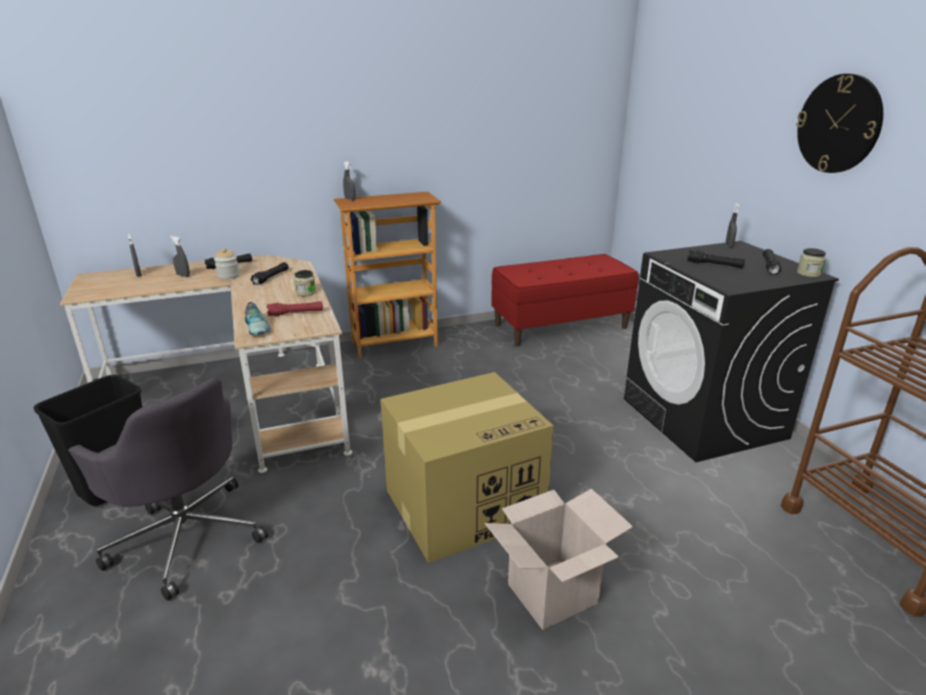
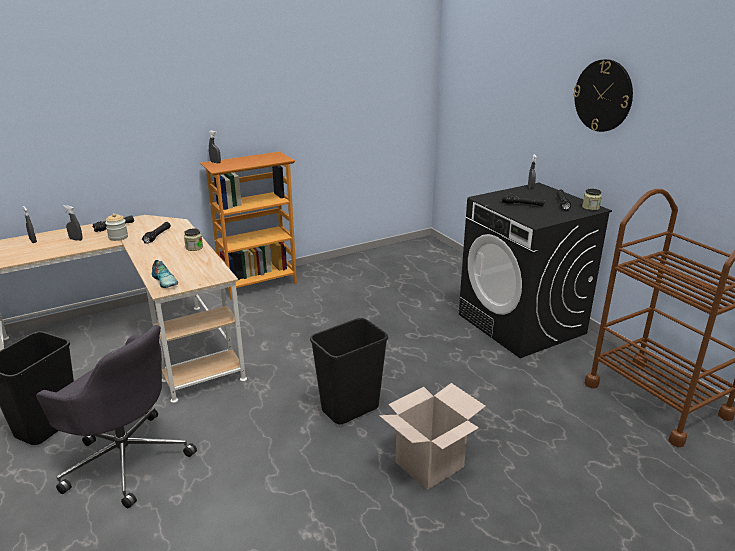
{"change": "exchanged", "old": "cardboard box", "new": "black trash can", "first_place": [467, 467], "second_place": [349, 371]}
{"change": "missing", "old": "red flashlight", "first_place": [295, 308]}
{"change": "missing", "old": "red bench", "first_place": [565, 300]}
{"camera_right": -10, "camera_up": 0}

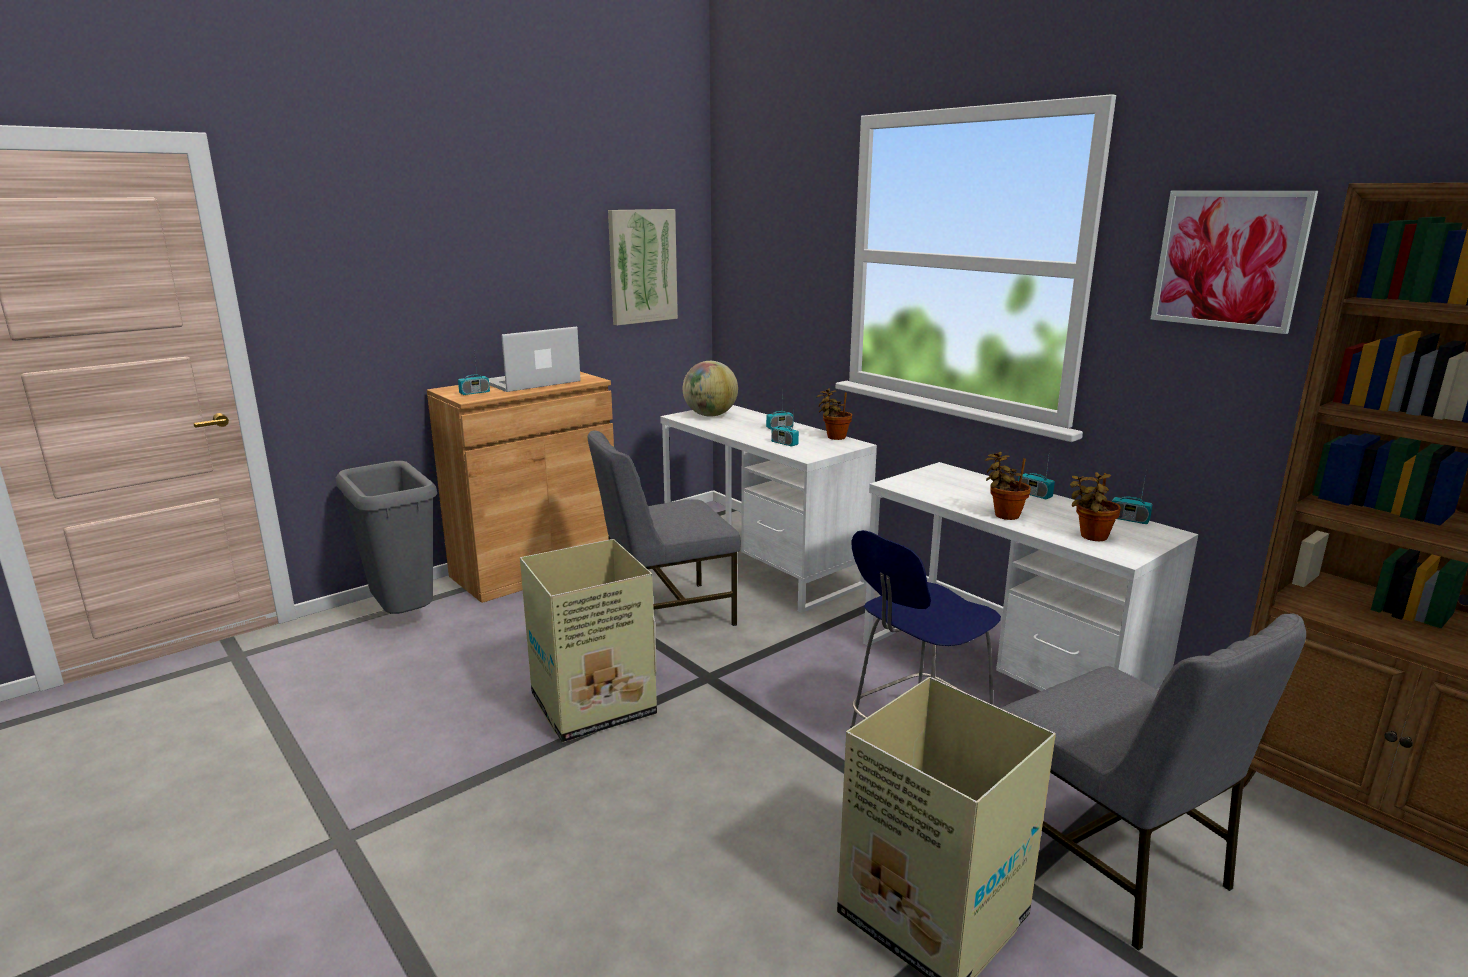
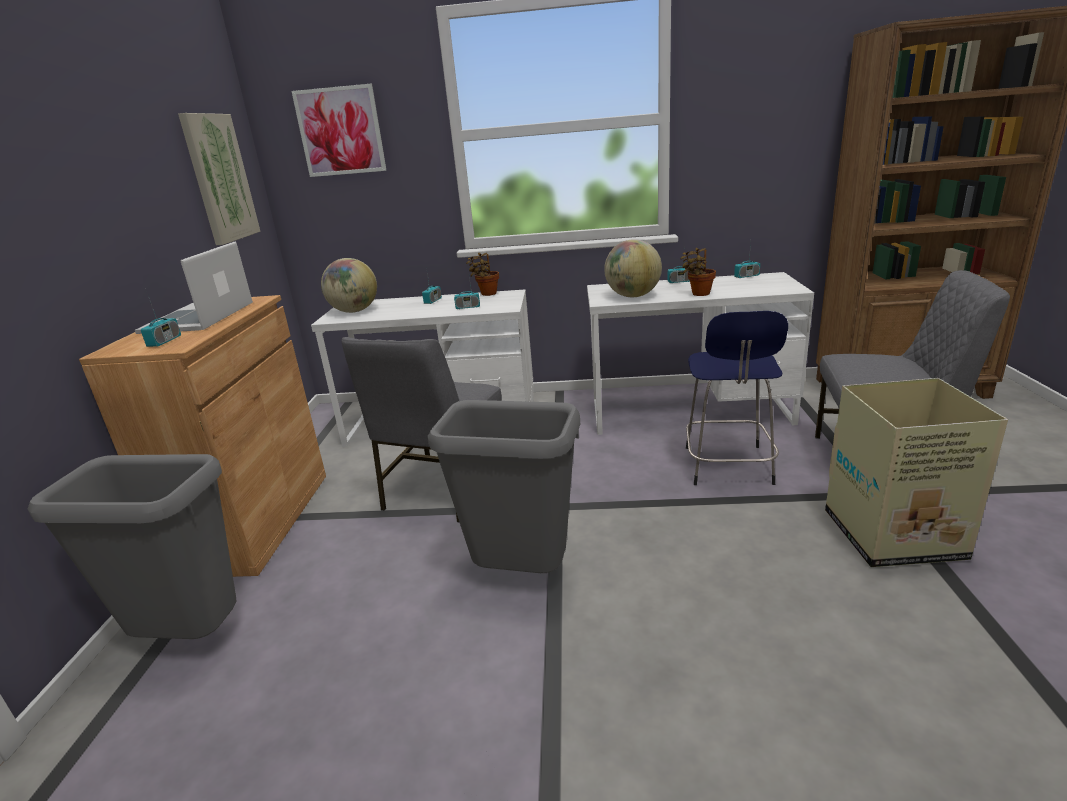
{"change": "relocated", "old": "picture", "first_place": [1234, 262], "second_place": [339, 130]}
{"change": "exchanged", "old": "cardboard box", "new": "grey trash can", "first_place": [588, 641], "second_place": [503, 486]}
{"change": "appeared", "new": "globe", "second_place": [633, 268]}
{"change": "missing", "old": "potted plant", "first_place": [1095, 506]}
{"camera_right": -45, "camera_up": 5}

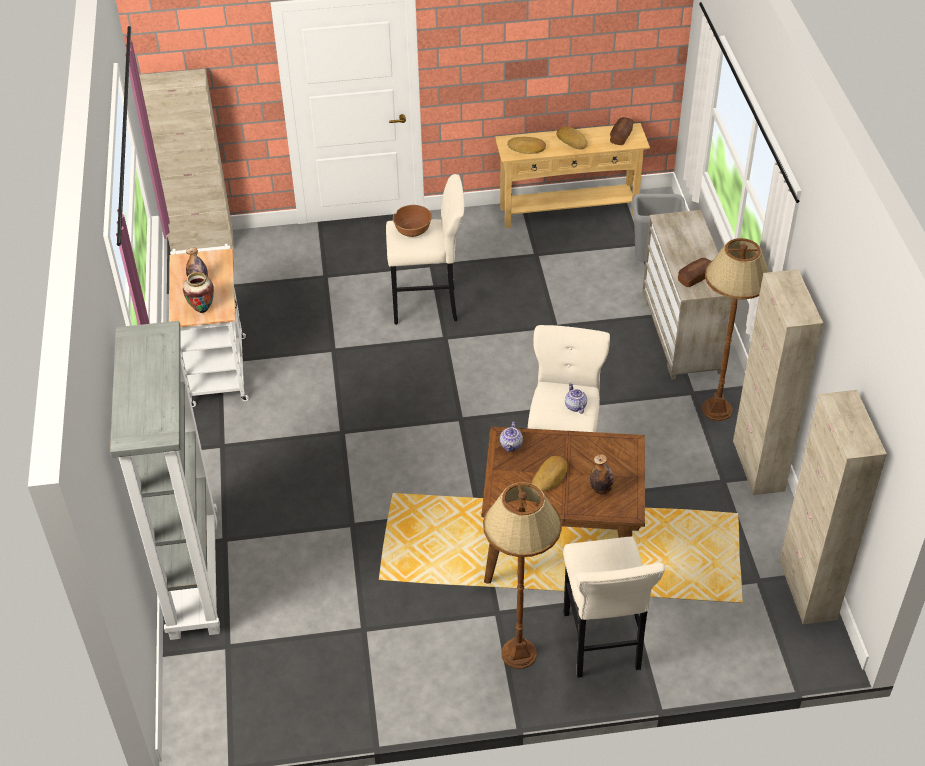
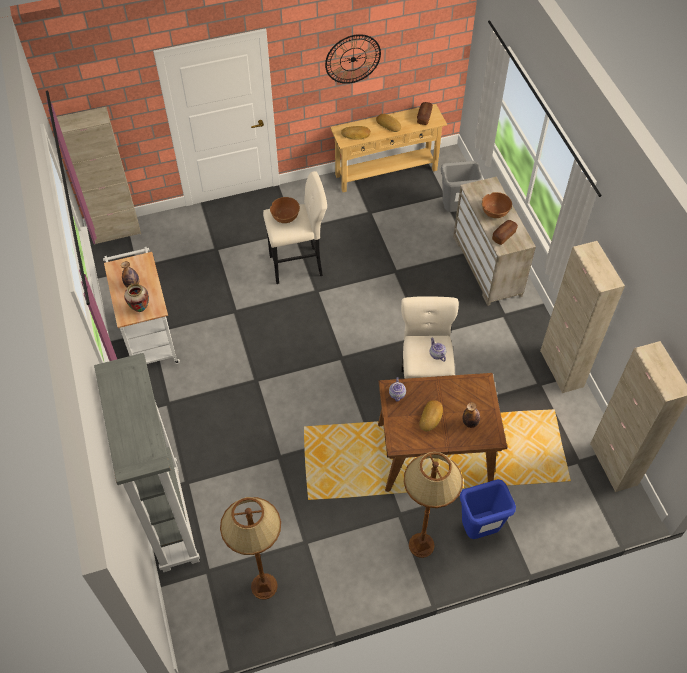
{"change": "relocated", "old": "brown floor lamp", "first_place": [735, 329], "second_place": [250, 548]}
{"change": "appeared", "new": "wall clock", "second_place": [353, 59]}
{"change": "exchanged", "old": "beige stool", "new": "blue trash can", "first_place": [614, 607], "second_place": [488, 509]}
{"change": "appeared", "new": "brown bowl", "second_place": [497, 205]}
{"camera_right": -10, "camera_up": 10}

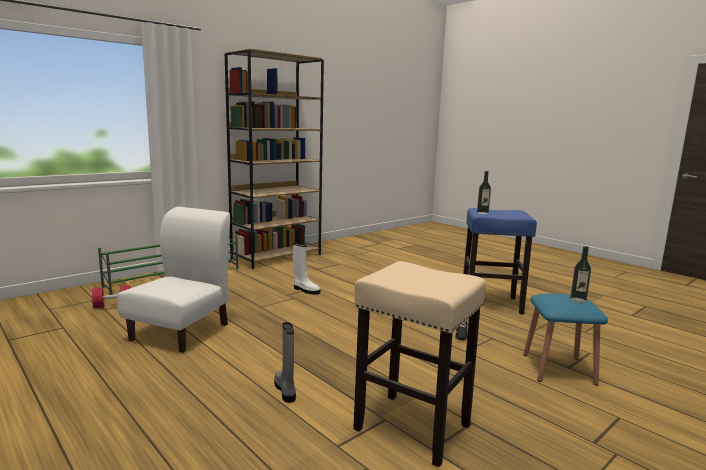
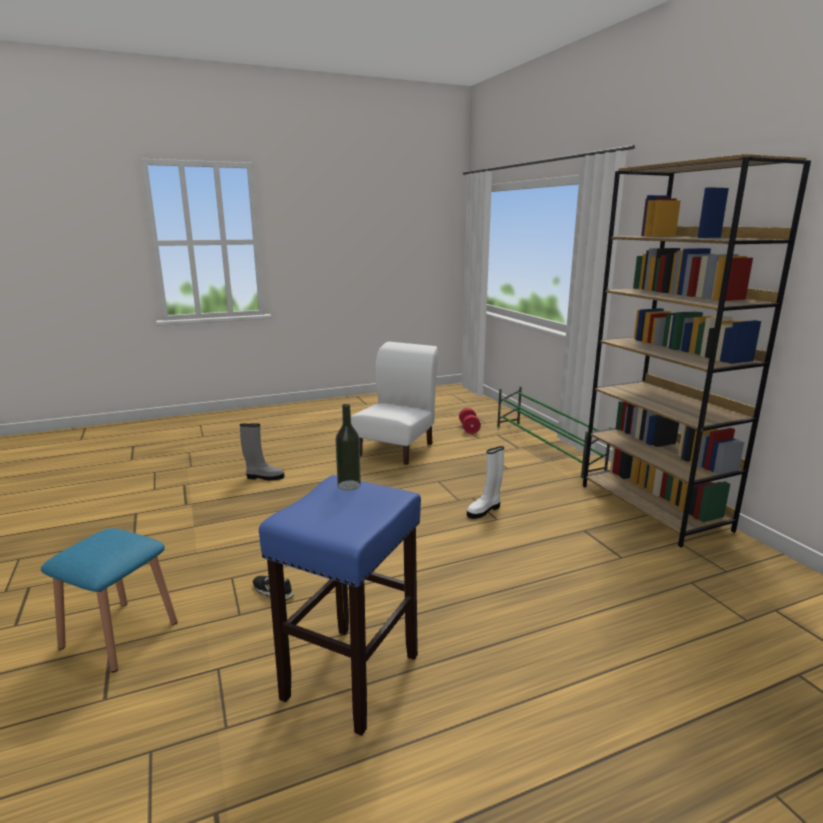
{"change": "spun", "old": "white chair", "first_place": [173, 280], "second_place": [394, 403], "degrees": -105}
{"change": "missing", "old": "beige stool", "first_place": [419, 364]}
{"change": "missing", "old": "bottle", "first_place": [580, 274]}
{"camera_right": 110, "camera_up": 5}

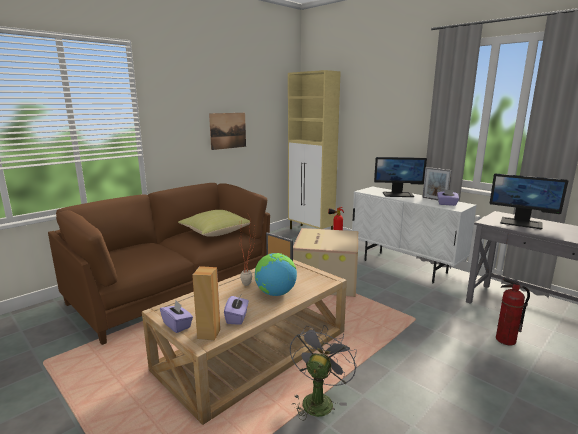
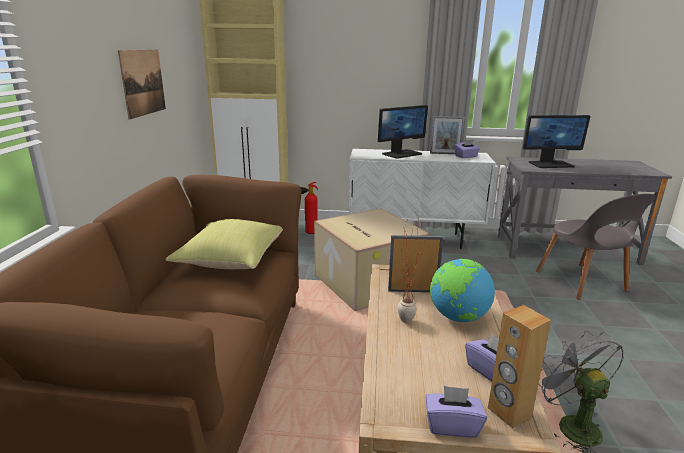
{"change": "exchanged", "old": "fire extinguisher", "new": "grey chair", "first_place": [513, 311], "second_place": [595, 247]}
{"camera_right": -40, "camera_up": 5}

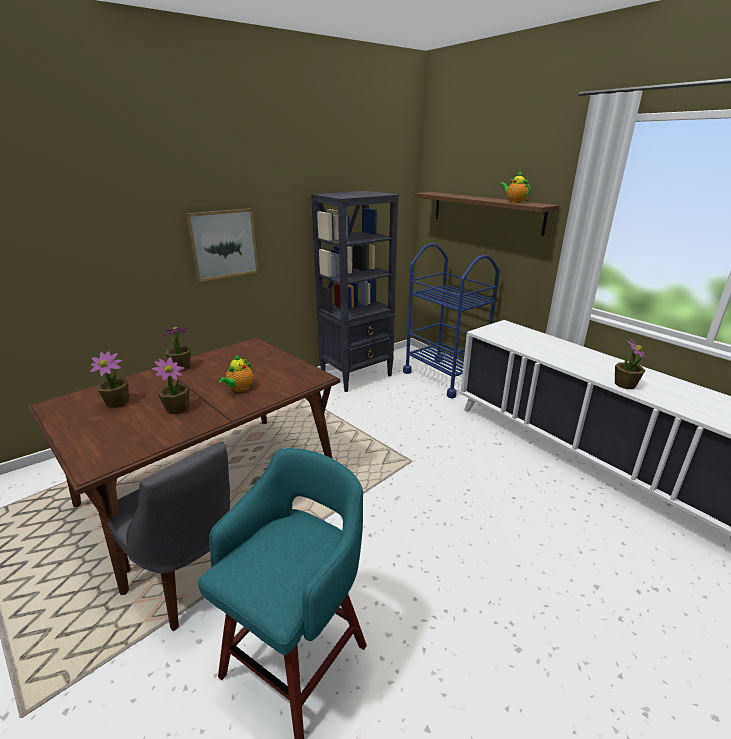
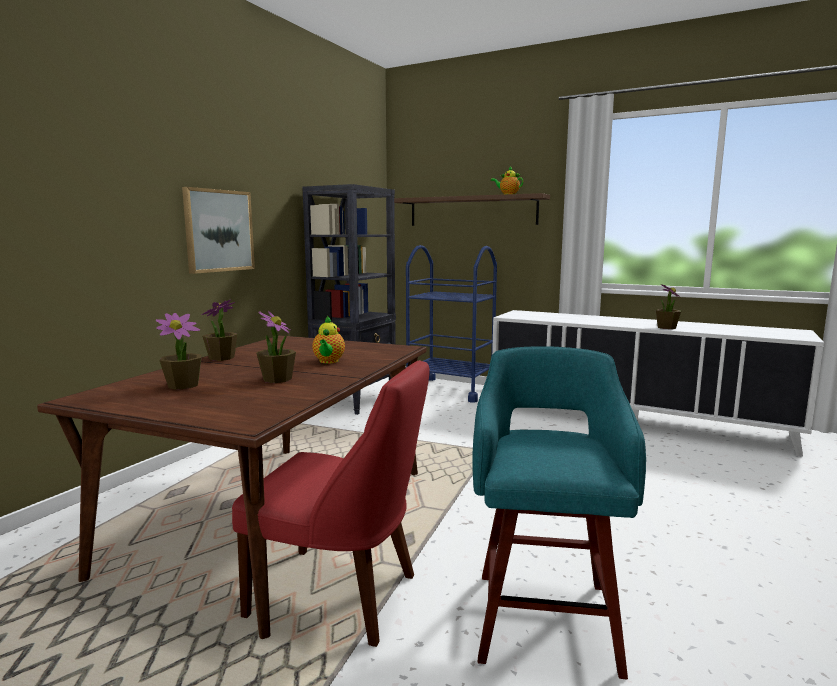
{"change": "colour", "old": "grey chair", "new": "red chair", "first_place": [169, 536], "second_place": [331, 503]}
{"camera_right": -25, "camera_up": -15}

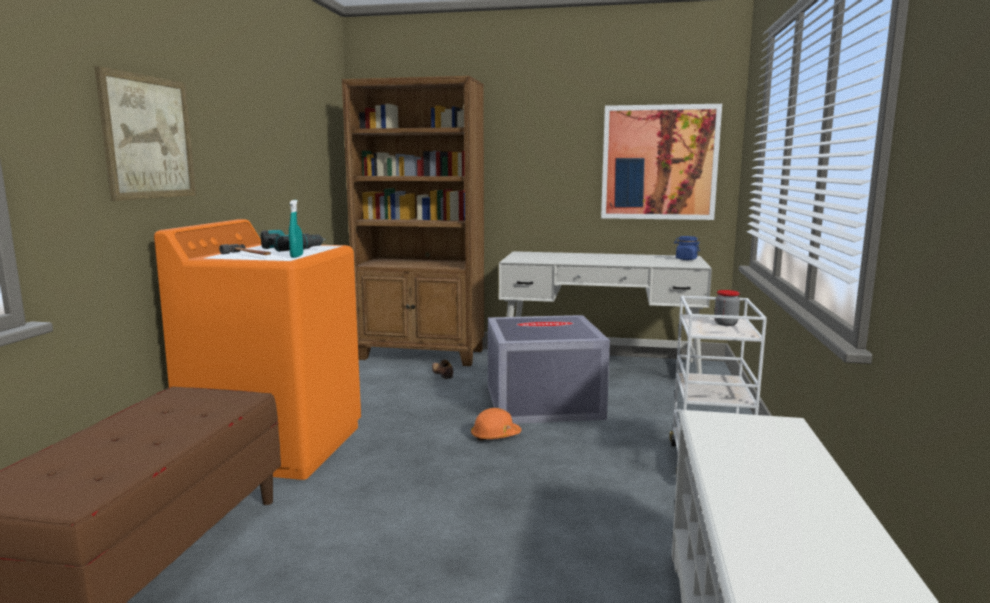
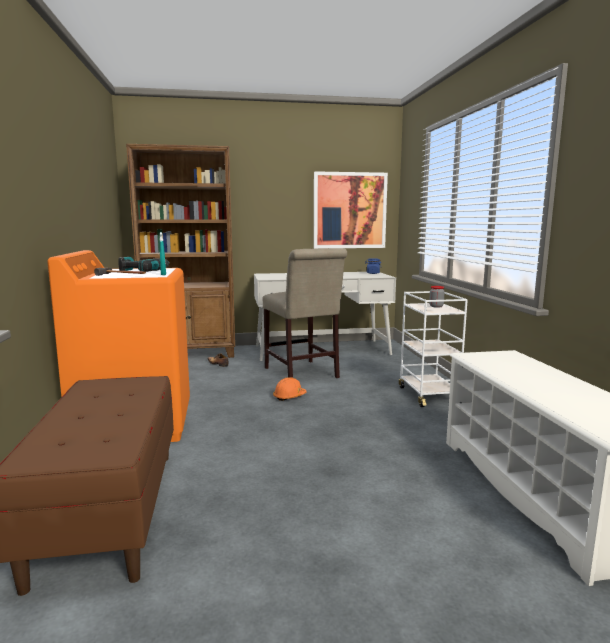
{"change": "exchanged", "old": "grey storage box", "new": "beige chair", "first_place": [549, 369], "second_place": [305, 313]}
{"change": "missing", "old": "picture", "first_place": [145, 133]}
{"camera_right": -20, "camera_up": 0}

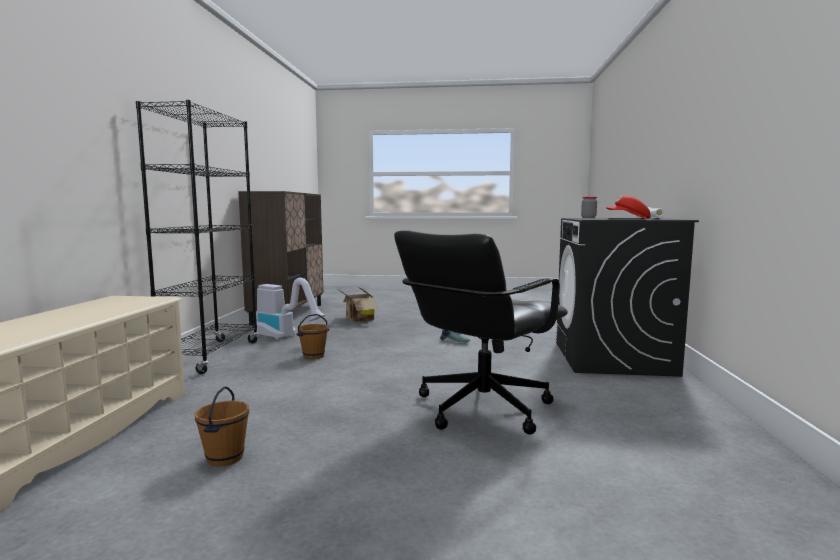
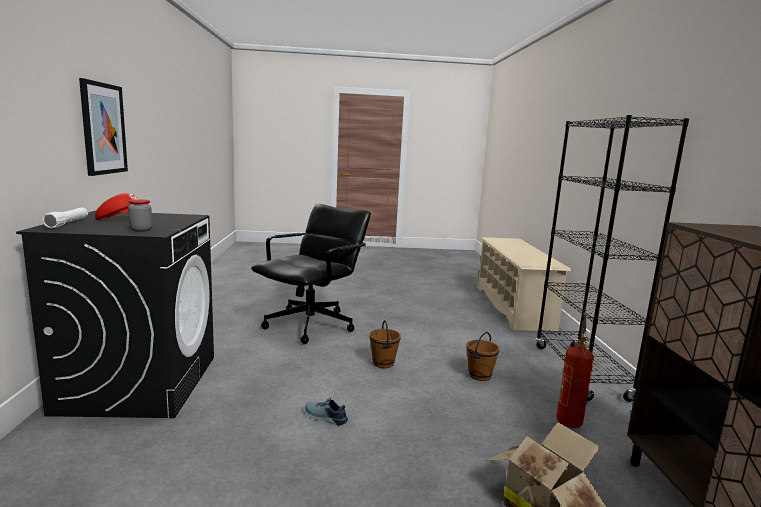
{"change": "appeared", "new": "picture", "second_place": [103, 127]}
{"change": "relocated", "old": "brown bucket", "first_place": [221, 426], "second_place": [385, 344]}
{"change": "exchanged", "old": "vacuum cleaner", "new": "fire extinguisher", "first_place": [291, 309], "second_place": [575, 370]}
{"camera_right": 170, "camera_up": 5}

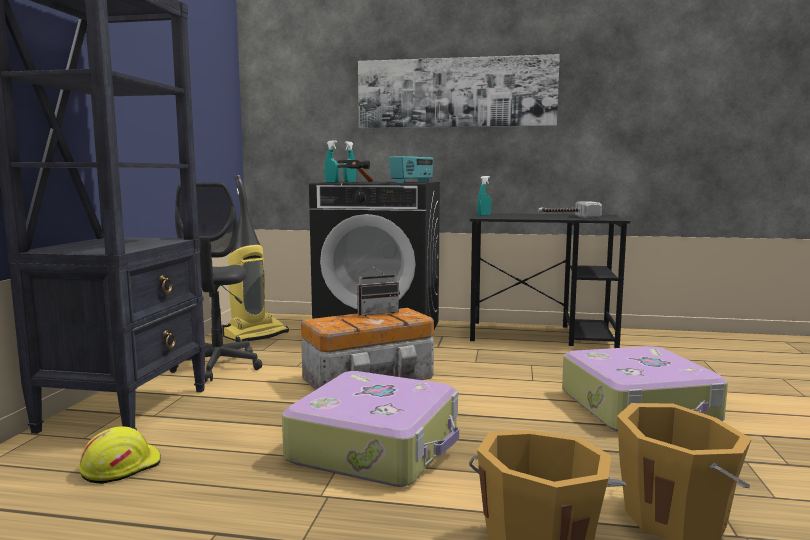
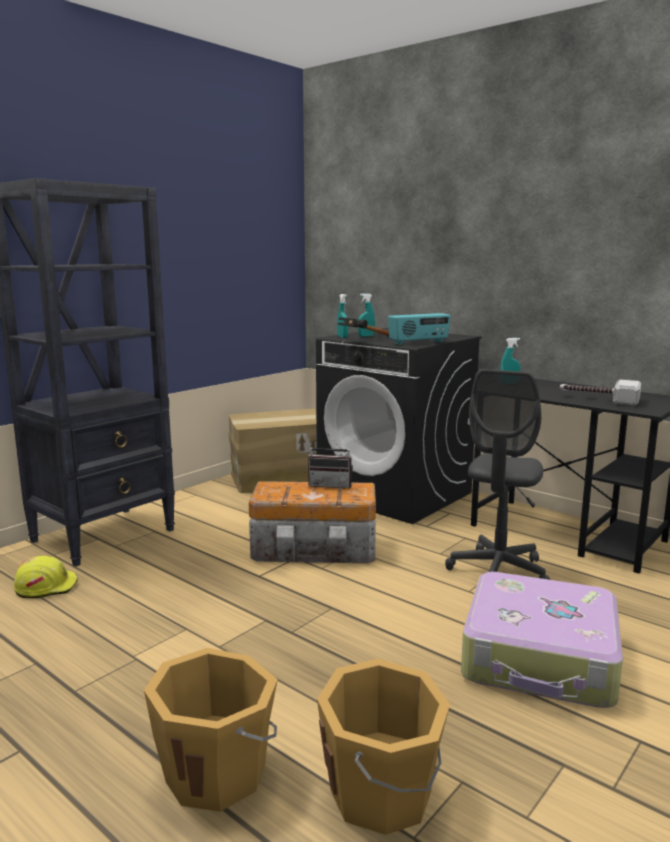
{"change": "exchanged", "old": "vacuum cleaner", "new": "cardboard box", "first_place": [255, 258], "second_place": [273, 451]}
{"change": "relocated", "old": "grey office chair", "first_place": [215, 282], "second_place": [497, 474]}
{"change": "missing", "old": "suitcase", "first_place": [370, 429]}
{"change": "missing", "old": "picture", "first_place": [459, 91]}
{"camera_right": 30, "camera_up": 5}

